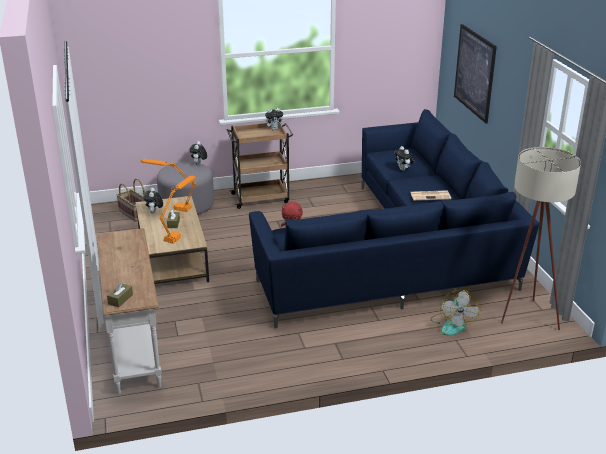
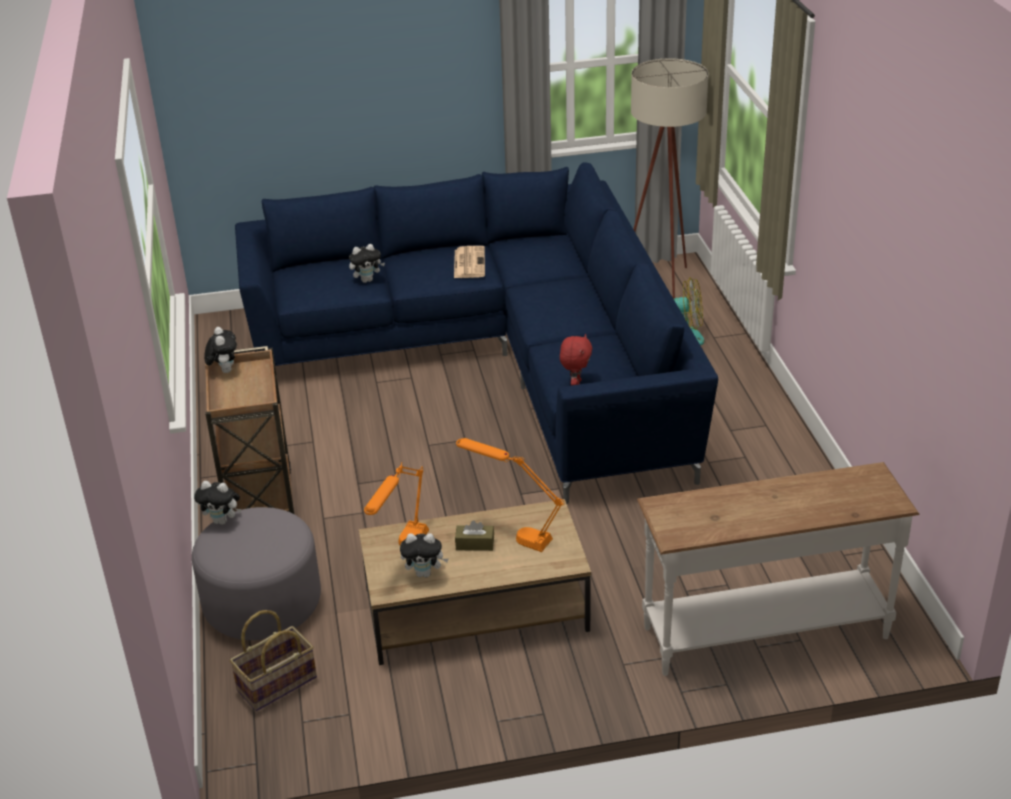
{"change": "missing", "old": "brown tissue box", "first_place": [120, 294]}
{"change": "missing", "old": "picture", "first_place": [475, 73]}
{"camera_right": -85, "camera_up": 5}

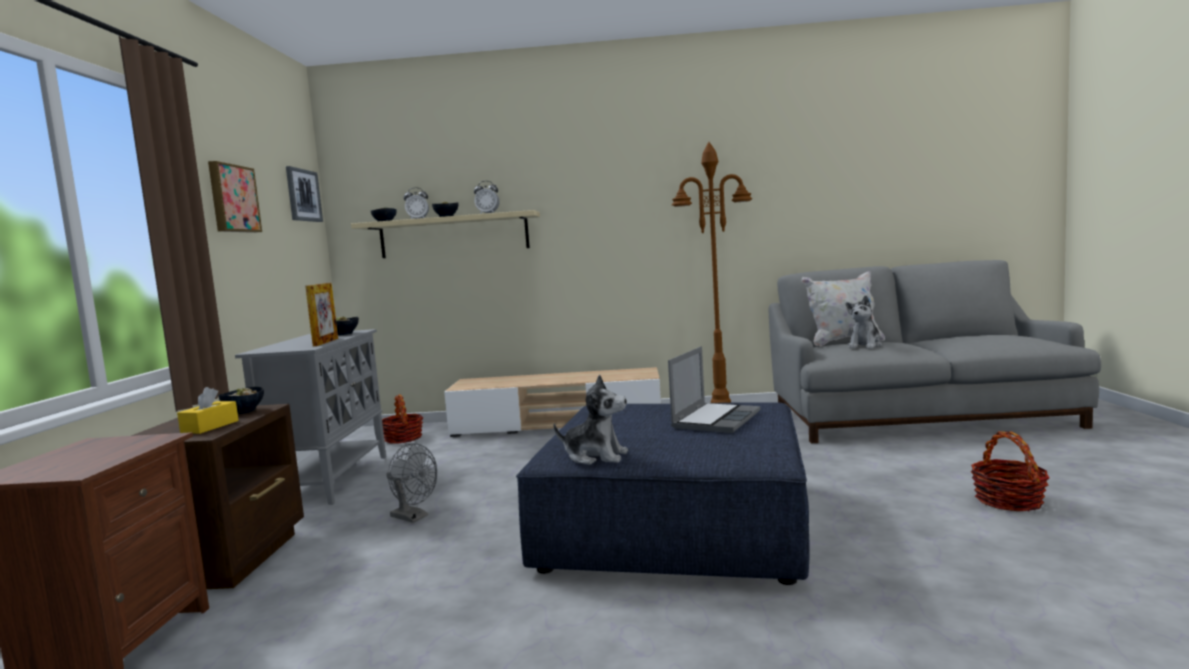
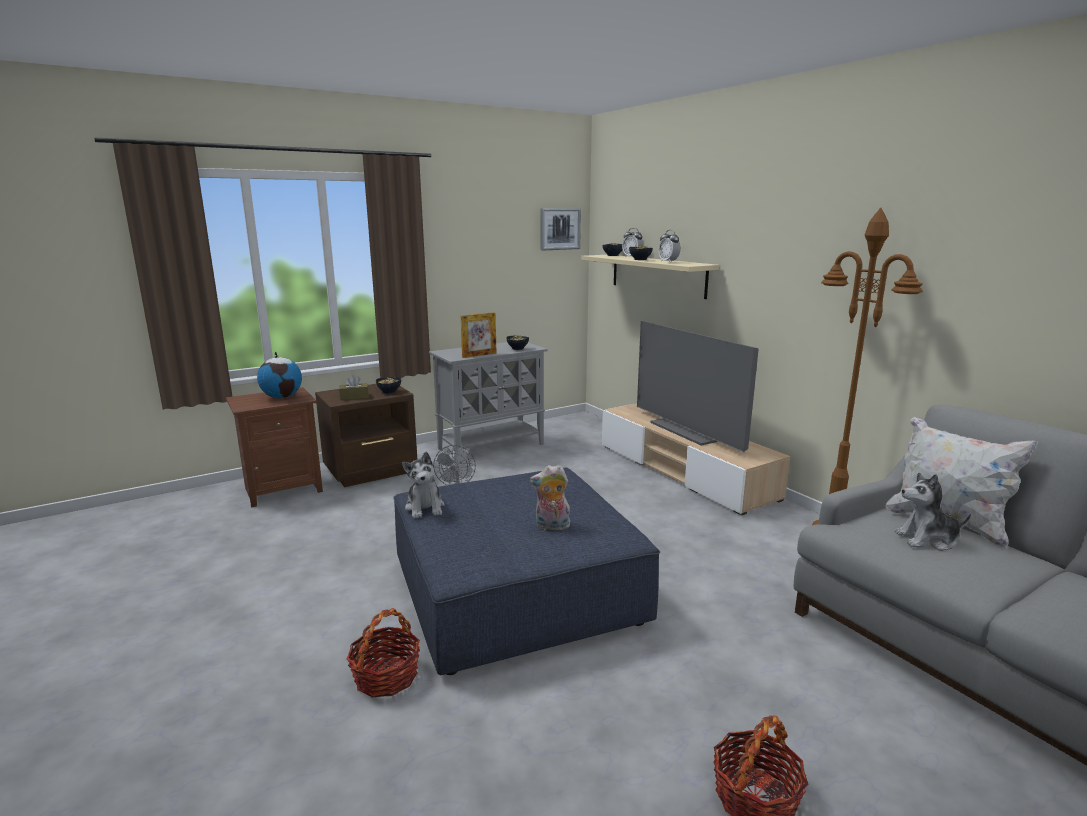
{"change": "appeared", "new": "globe", "second_place": [279, 374]}
{"change": "colour", "old": "yellow tissue box", "new": "brown tissue box", "first_place": [208, 410], "second_place": [354, 387]}
{"change": "relocated", "old": "basket", "first_place": [402, 418], "second_place": [383, 652]}
{"change": "exchanged", "old": "laptop", "new": "plush toy", "first_place": [714, 389], "second_place": [550, 497]}
{"change": "appeared", "new": "television", "second_place": [698, 386]}
{"change": "missing", "old": "picture", "first_place": [235, 197]}
{"camera_right": 55, "camera_up": 10}

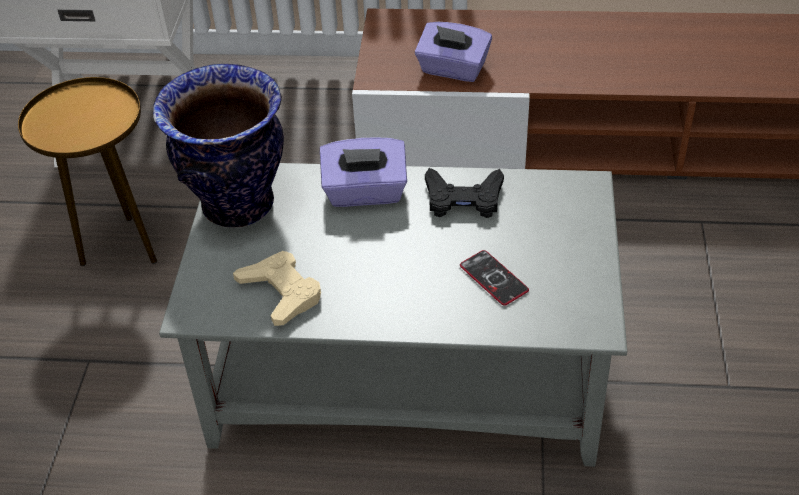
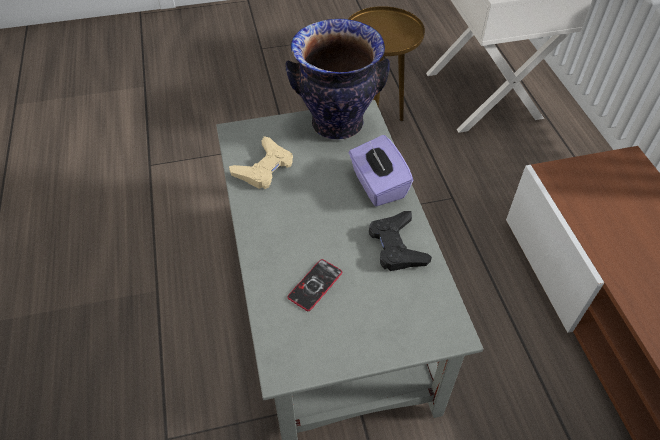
{"change": "missing", "old": "purple tissue box", "first_place": [453, 52]}
{"camera_right": 70, "camera_up": 5}

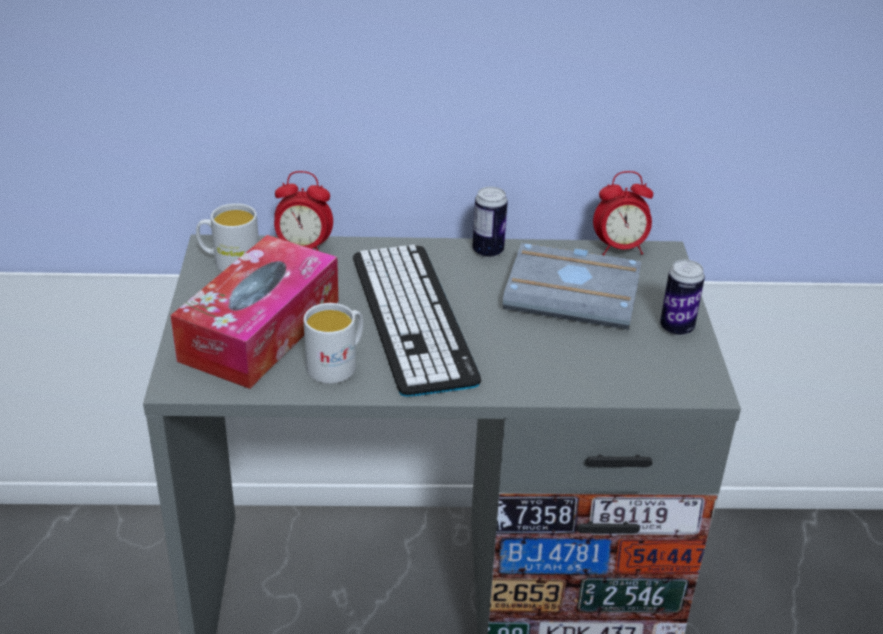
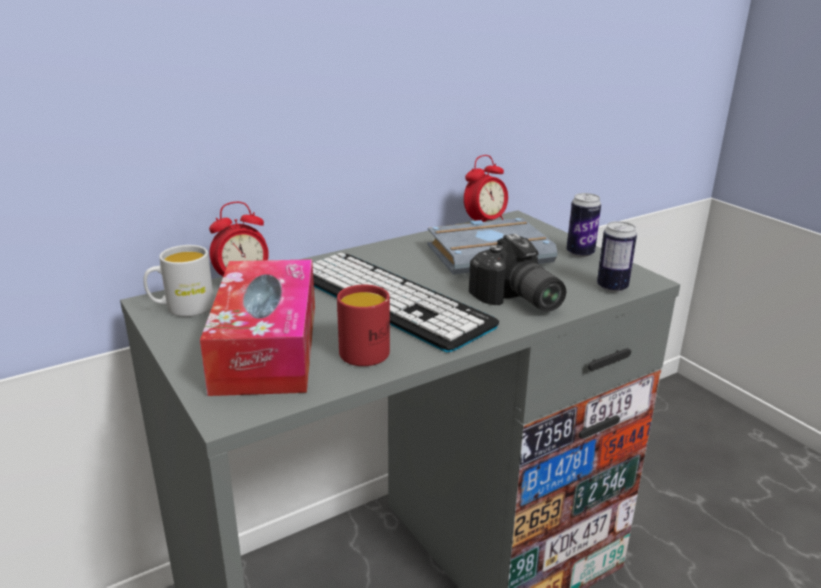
{"change": "colour", "old": "white mug", "new": "red mug", "first_place": [333, 343], "second_place": [363, 325]}
{"change": "appeared", "new": "photo camera", "second_place": [517, 273]}
{"change": "relocated", "old": "can", "first_place": [490, 222], "second_place": [617, 257]}
{"camera_right": -30, "camera_up": -10}

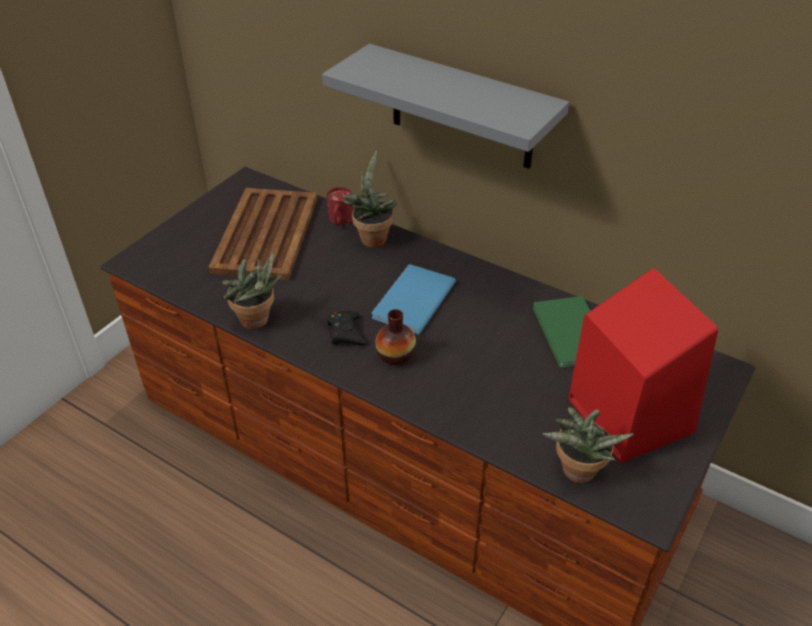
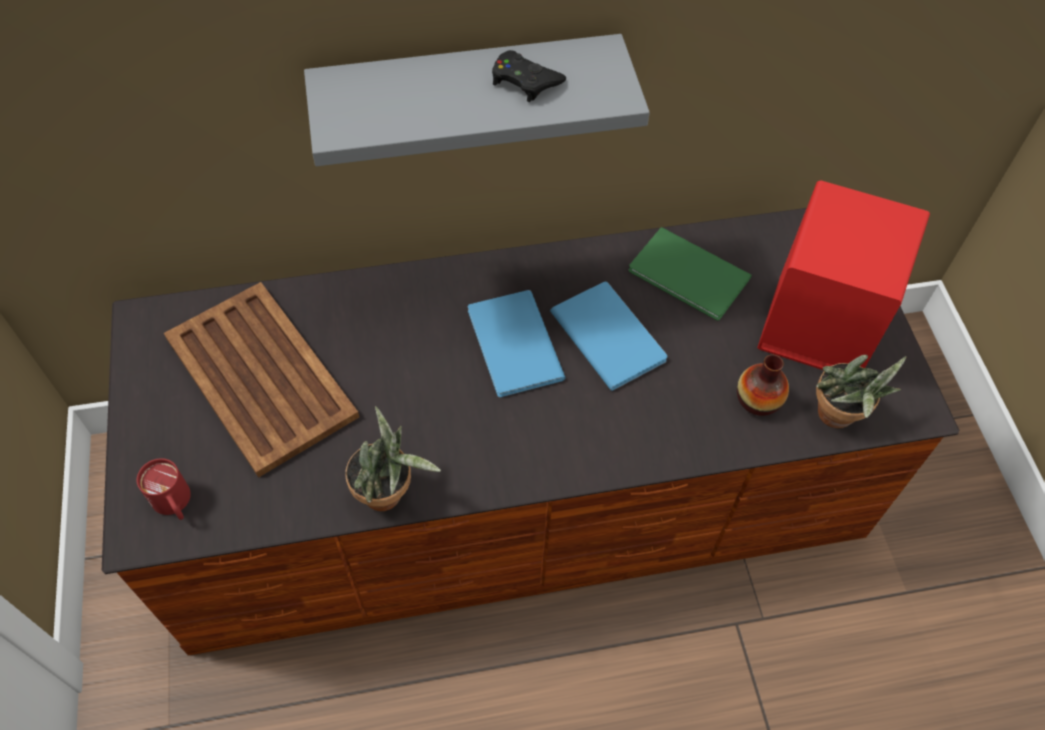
{"change": "relocated", "old": "red mug", "first_place": [340, 206], "second_place": [163, 489]}
{"change": "relocated", "old": "black game controller", "first_place": [347, 328], "second_place": [529, 76]}
{"change": "appeared", "new": "blue book", "second_place": [609, 336]}
{"change": "relocated", "old": "vase", "first_place": [395, 337], "second_place": [763, 385]}
{"change": "missing", "old": "potted plant", "first_place": [369, 199]}
{"camera_right": -45, "camera_up": 15}

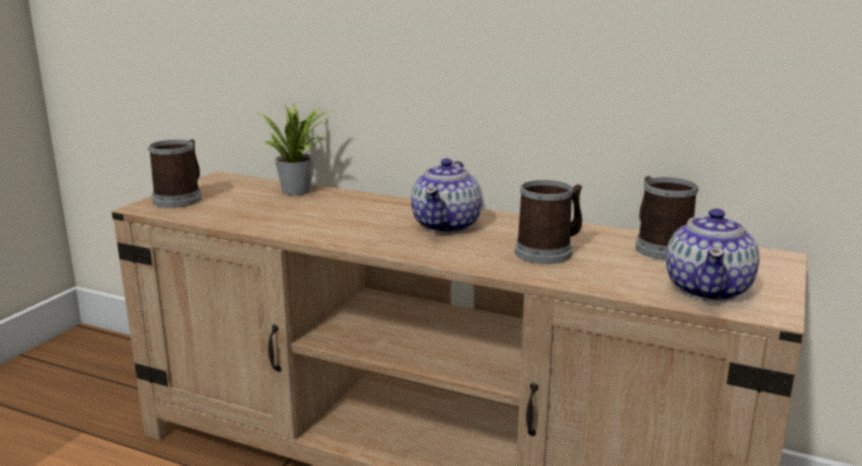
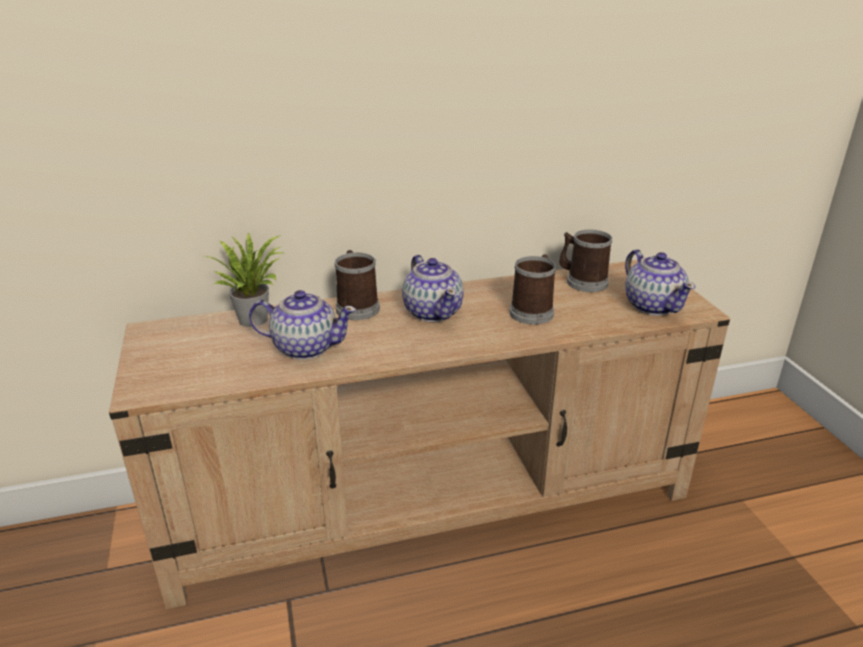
{"change": "appeared", "new": "teapot", "second_place": [303, 325]}
{"change": "relocated", "old": "mug", "first_place": [175, 173], "second_place": [357, 285]}
{"camera_right": -40, "camera_up": 10}

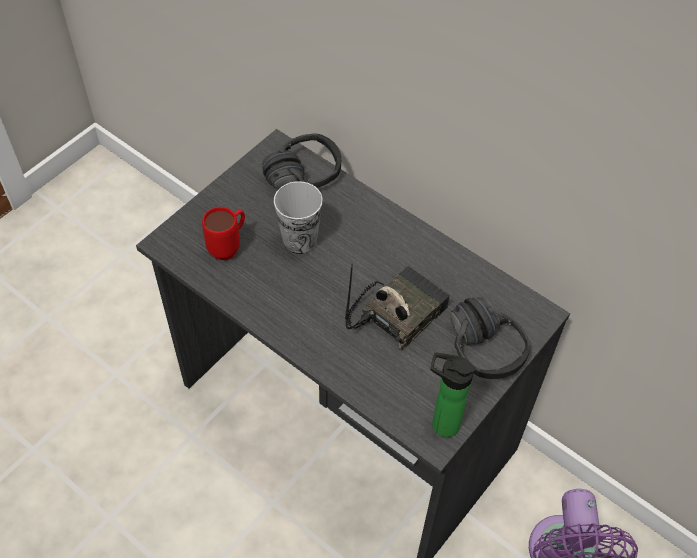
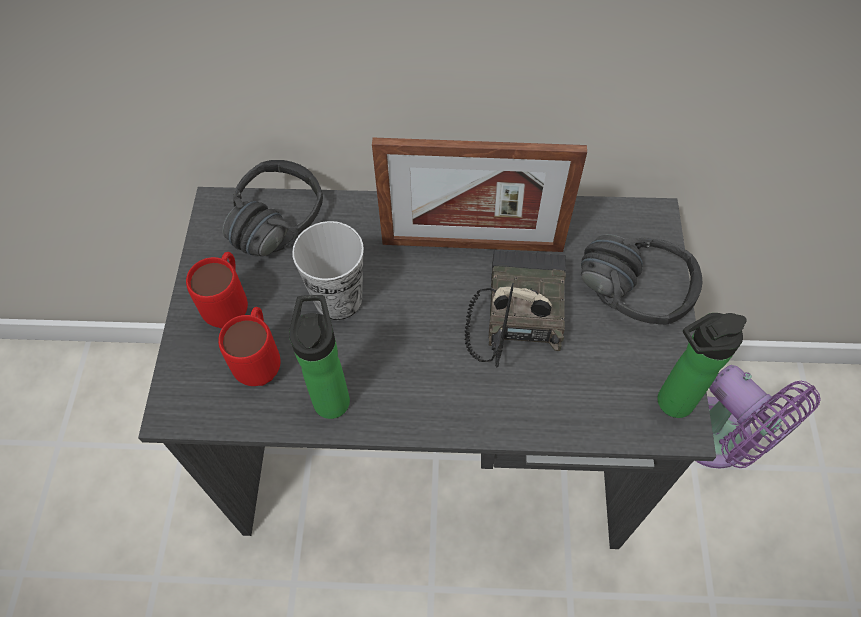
{"change": "appeared", "new": "red mug", "second_place": [217, 290]}
{"change": "appeared", "new": "bottle", "second_place": [319, 357]}
{"change": "appeared", "new": "picture frame", "second_place": [479, 195]}
{"camera_right": -35, "camera_up": 5}

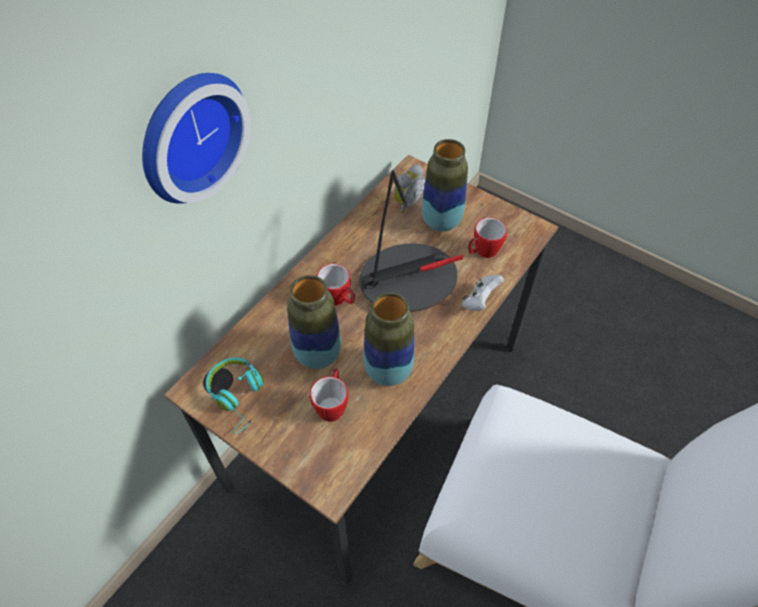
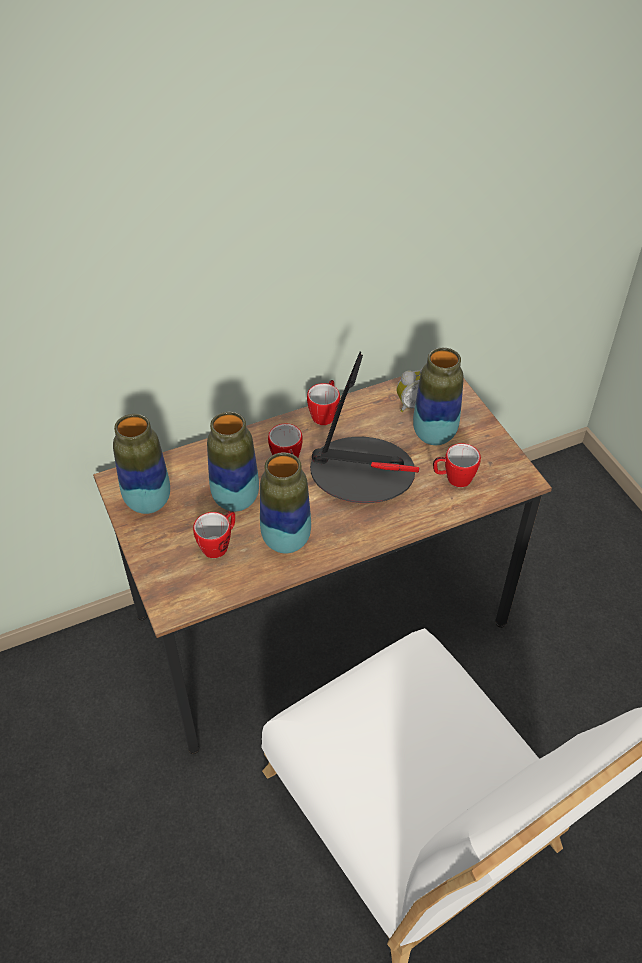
{"change": "exchanged", "old": "turquoise headphones", "new": "vase", "first_place": [235, 396], "second_place": [141, 464]}
{"change": "appeared", "new": "mug", "second_place": [323, 402]}
{"change": "missing", "old": "wall clock", "first_place": [196, 138]}
{"change": "missing", "old": "white game controller", "first_place": [483, 293]}
{"camera_right": 30, "camera_up": -5}

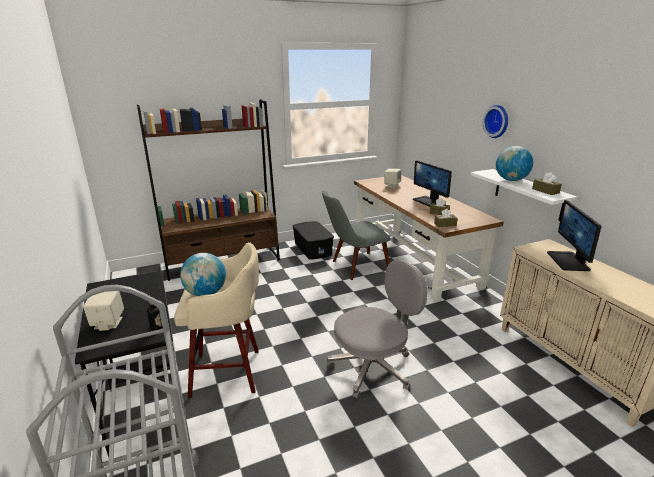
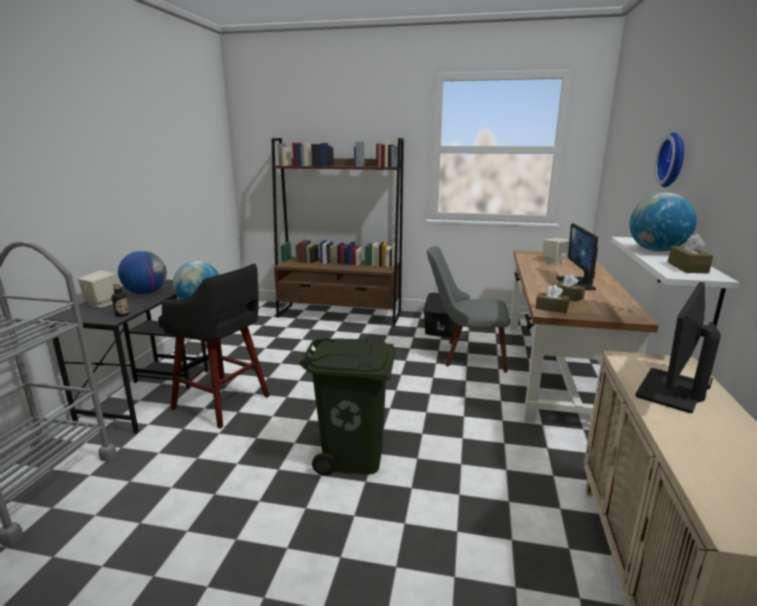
{"change": "appeared", "new": "globe", "second_place": [142, 273]}
{"change": "colour", "old": "beige stool", "new": "black stool", "first_place": [216, 320], "second_place": [214, 346]}
{"change": "exchanged", "old": "grey office chair", "new": "green trash can", "first_place": [377, 328], "second_place": [347, 406]}
{"camera_right": 35, "camera_up": -5}

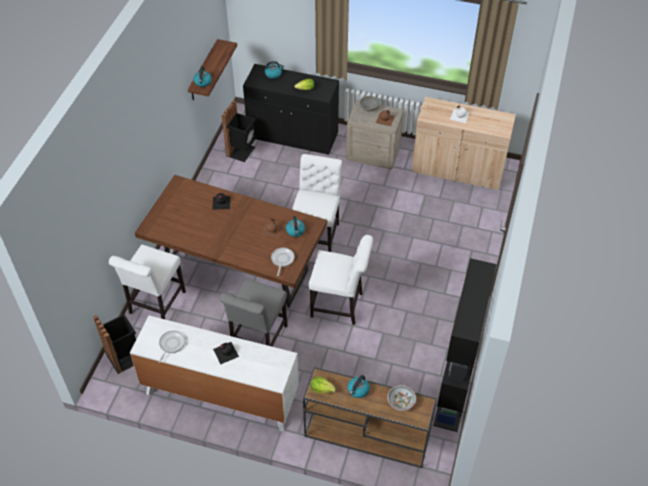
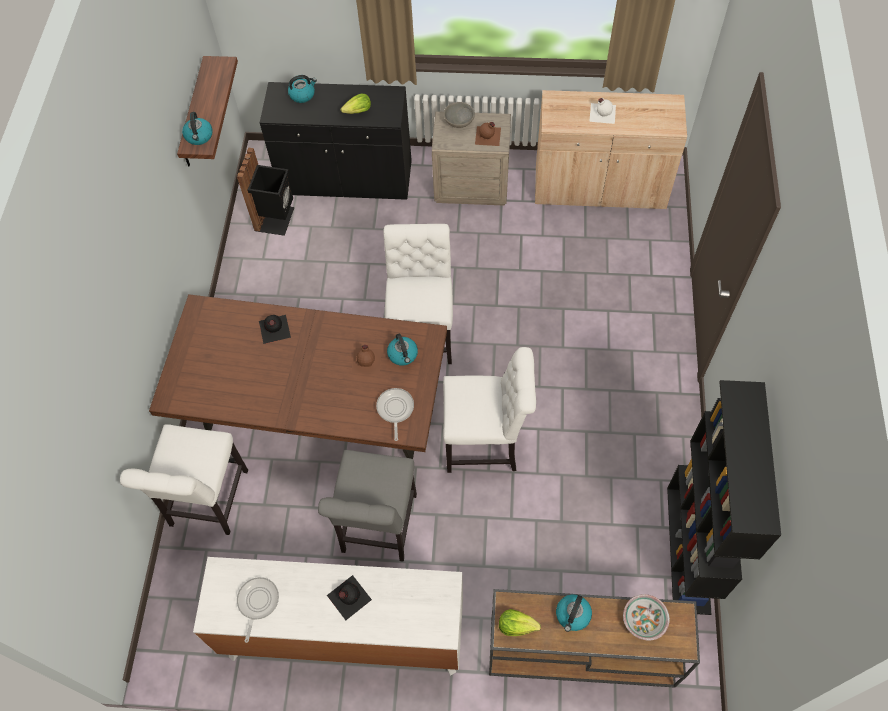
{"change": "missing", "old": "black trash can", "first_place": [114, 344]}
{"camera_right": -10, "camera_up": 10}

